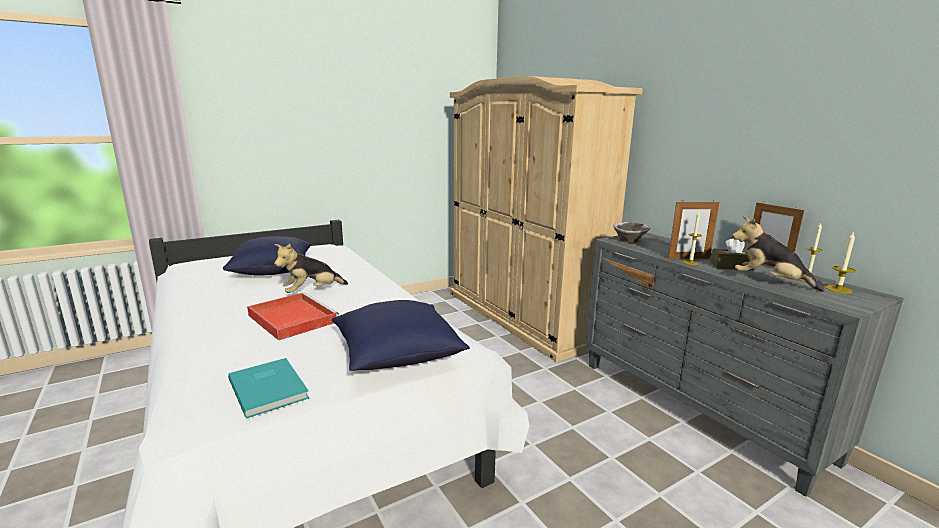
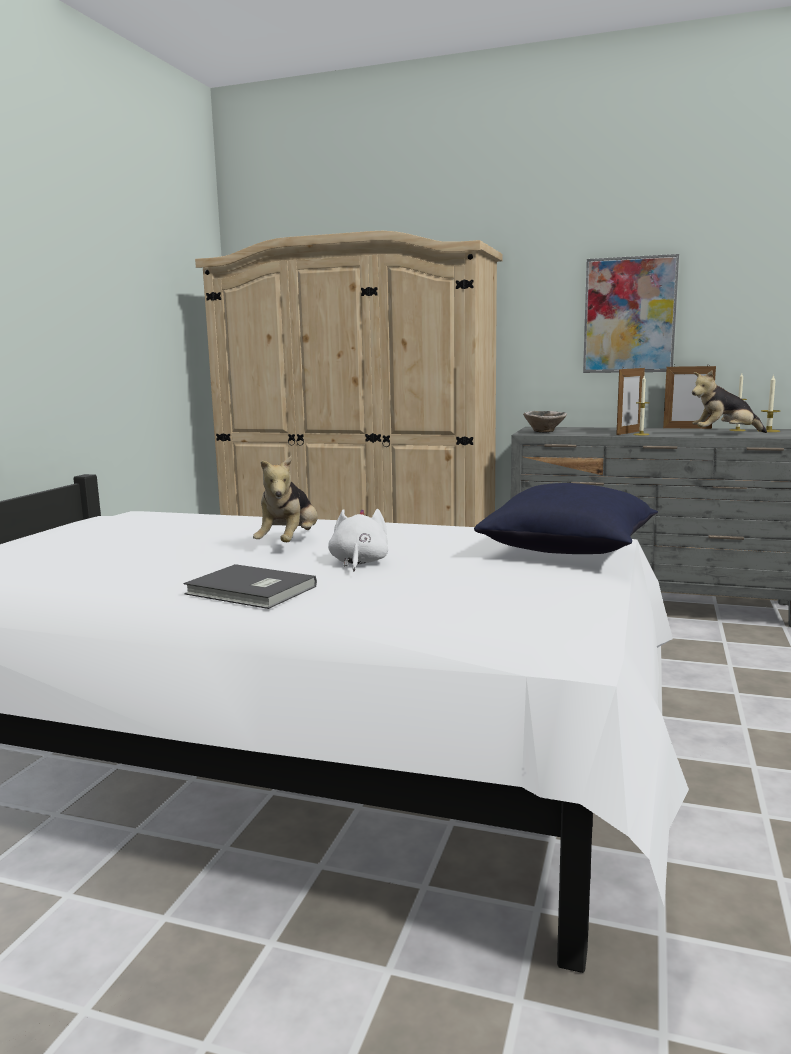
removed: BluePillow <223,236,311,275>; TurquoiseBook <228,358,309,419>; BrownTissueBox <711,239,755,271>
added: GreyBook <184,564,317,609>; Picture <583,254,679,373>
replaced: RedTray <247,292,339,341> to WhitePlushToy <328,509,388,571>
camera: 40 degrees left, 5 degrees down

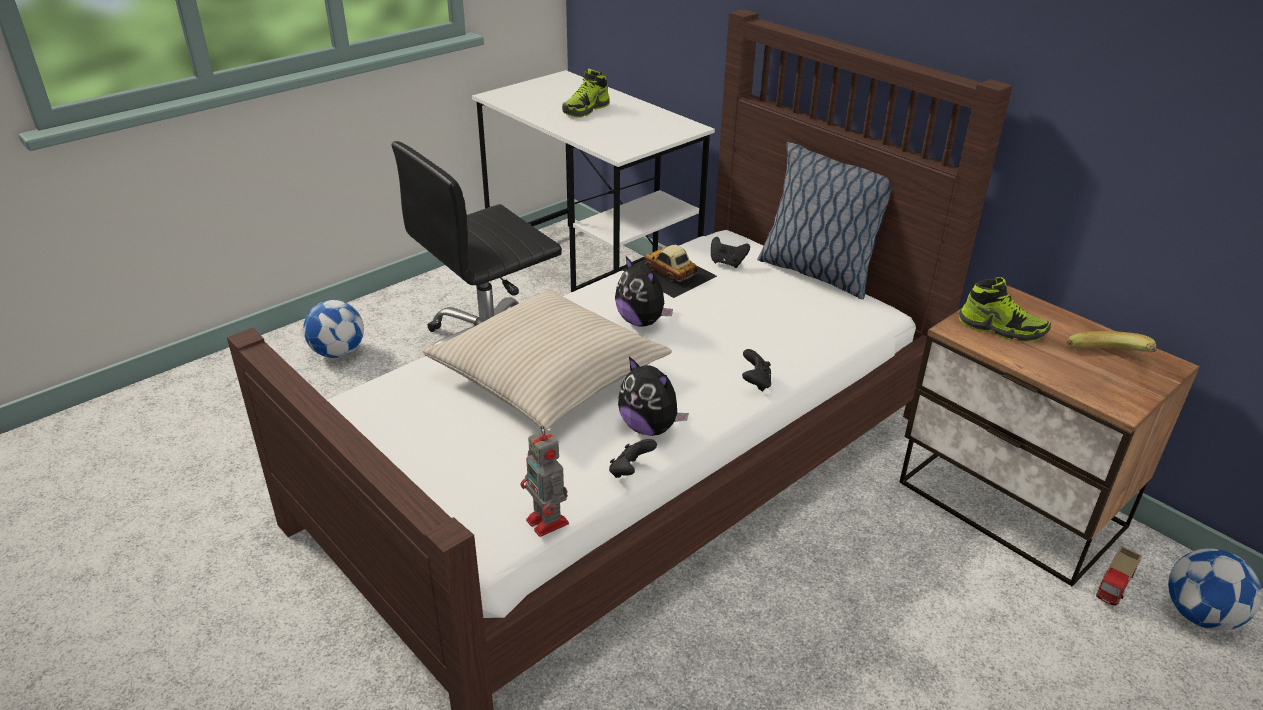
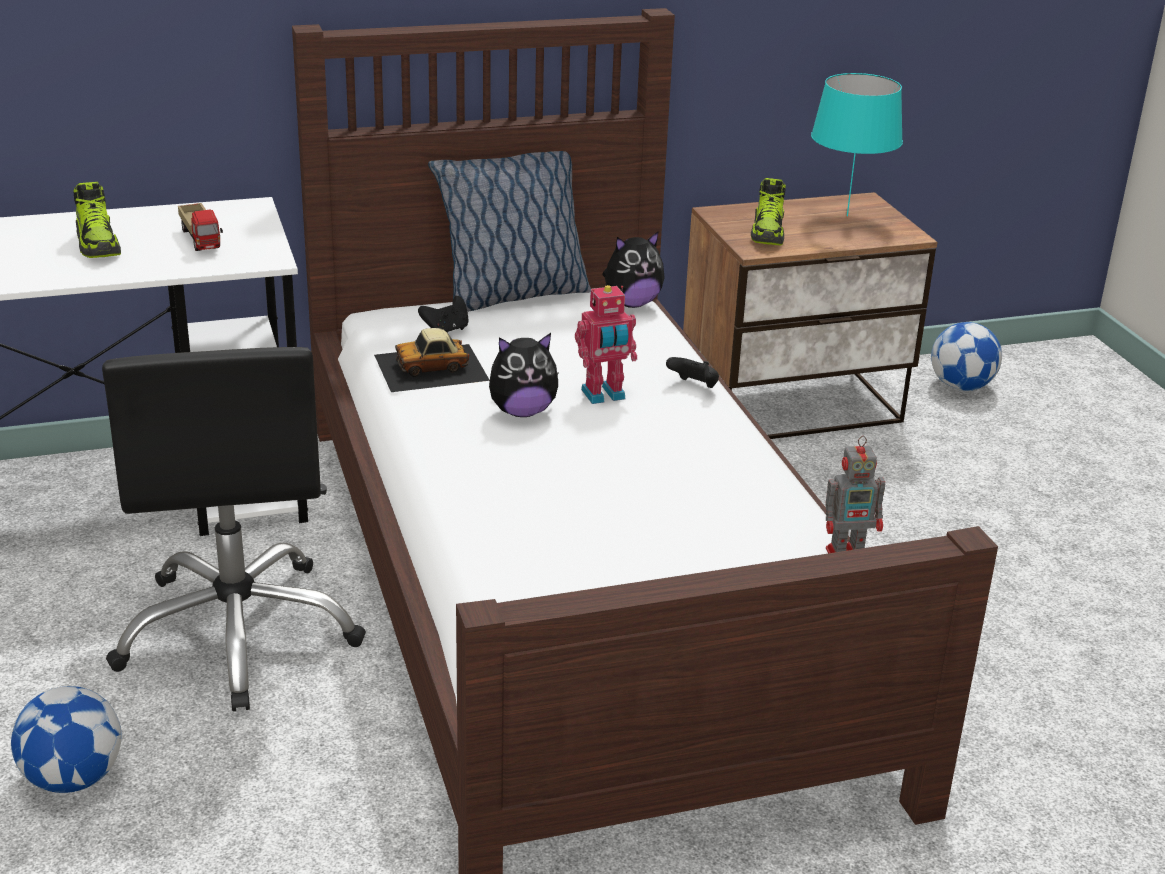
removed: BeigePillow <422,289,672,430>; BlackGameController <609,439,657,478>
added: ToyRobot <575,285,637,404>
moved: ToyTruck <1096,546,1142,606> to <178,203,223,251>; PlushToy <618,356,689,436> to <602,231,665,308>
replaced: Banana <1067,331,1157,352> to TurquoiseTableLamp <811,73,903,216>
turned: Shoe <959,277,1051,342> = <751,178,786,245> 135 degrees clockwise
camera: 65 degrees left, 5 degrees down

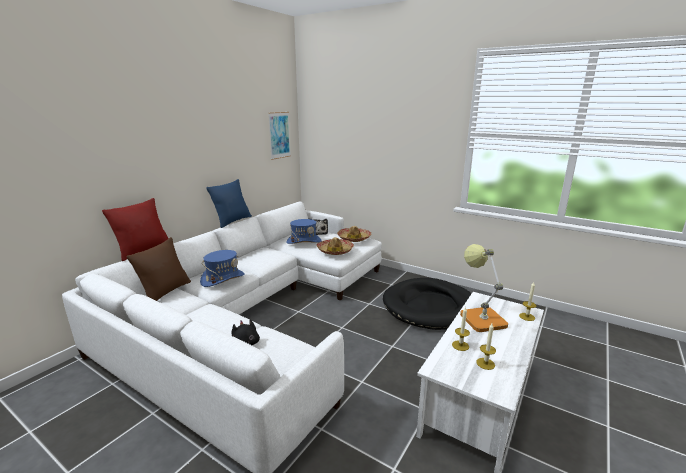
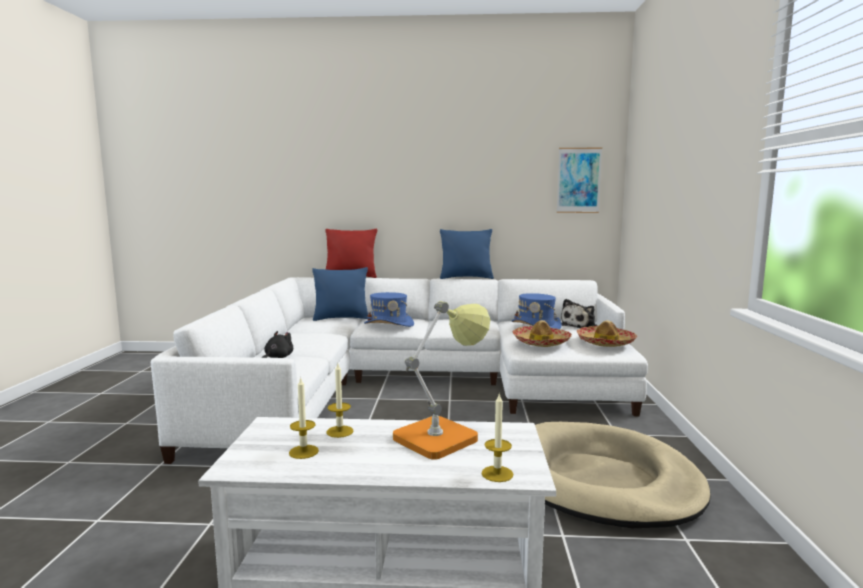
recoloured: BrownPillow <126,237,191,301> to BluePillow <312,267,368,321>; BlackDogBed <383,278,472,330> to BeigeDogBed <535,422,711,528>
camera: 60 degrees right, 10 degrees down

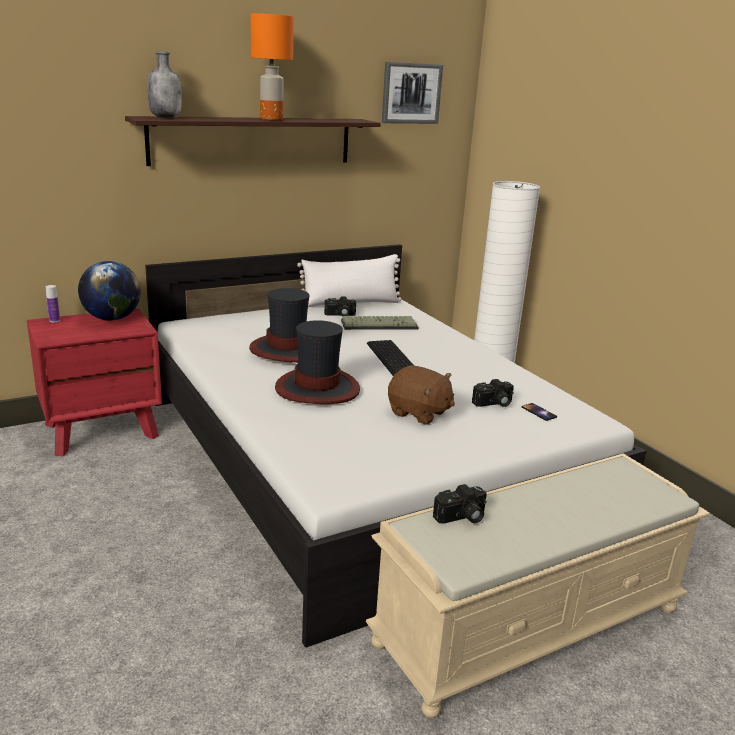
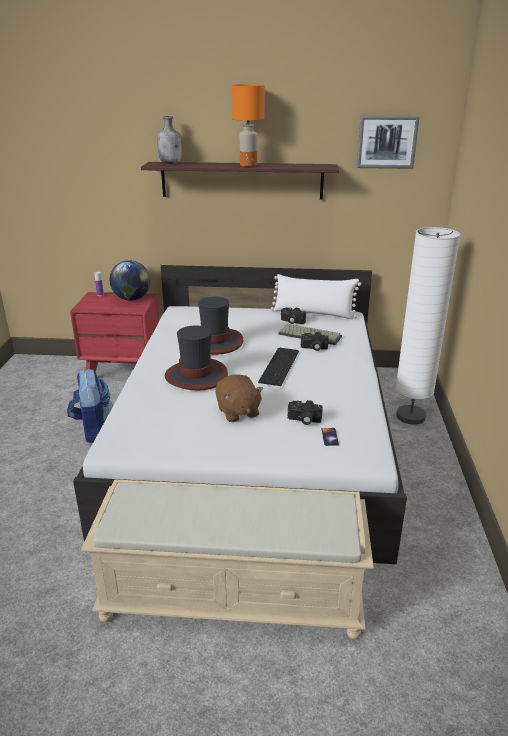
added: Backpack <67,369,114,443>
moved: PhotoCamera <433,484,487,524> to <301,332,329,351>
camera: 35 degrees right, 5 degrees up

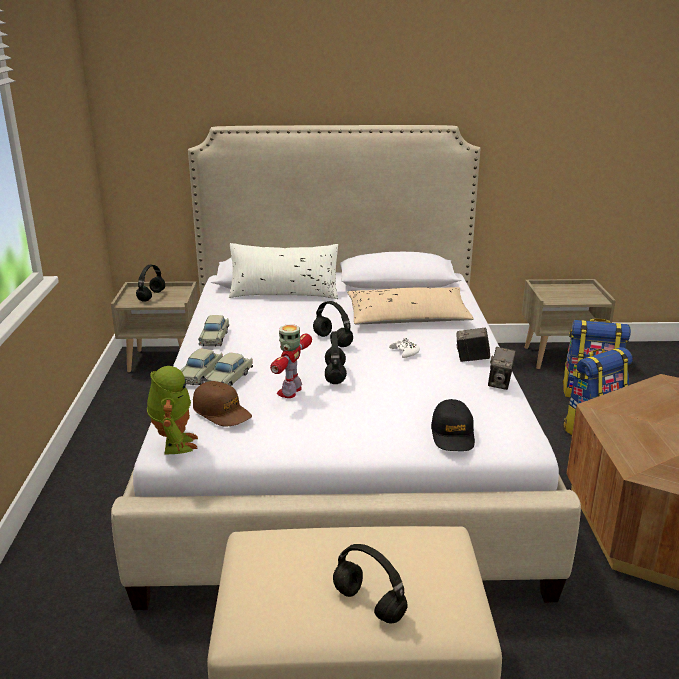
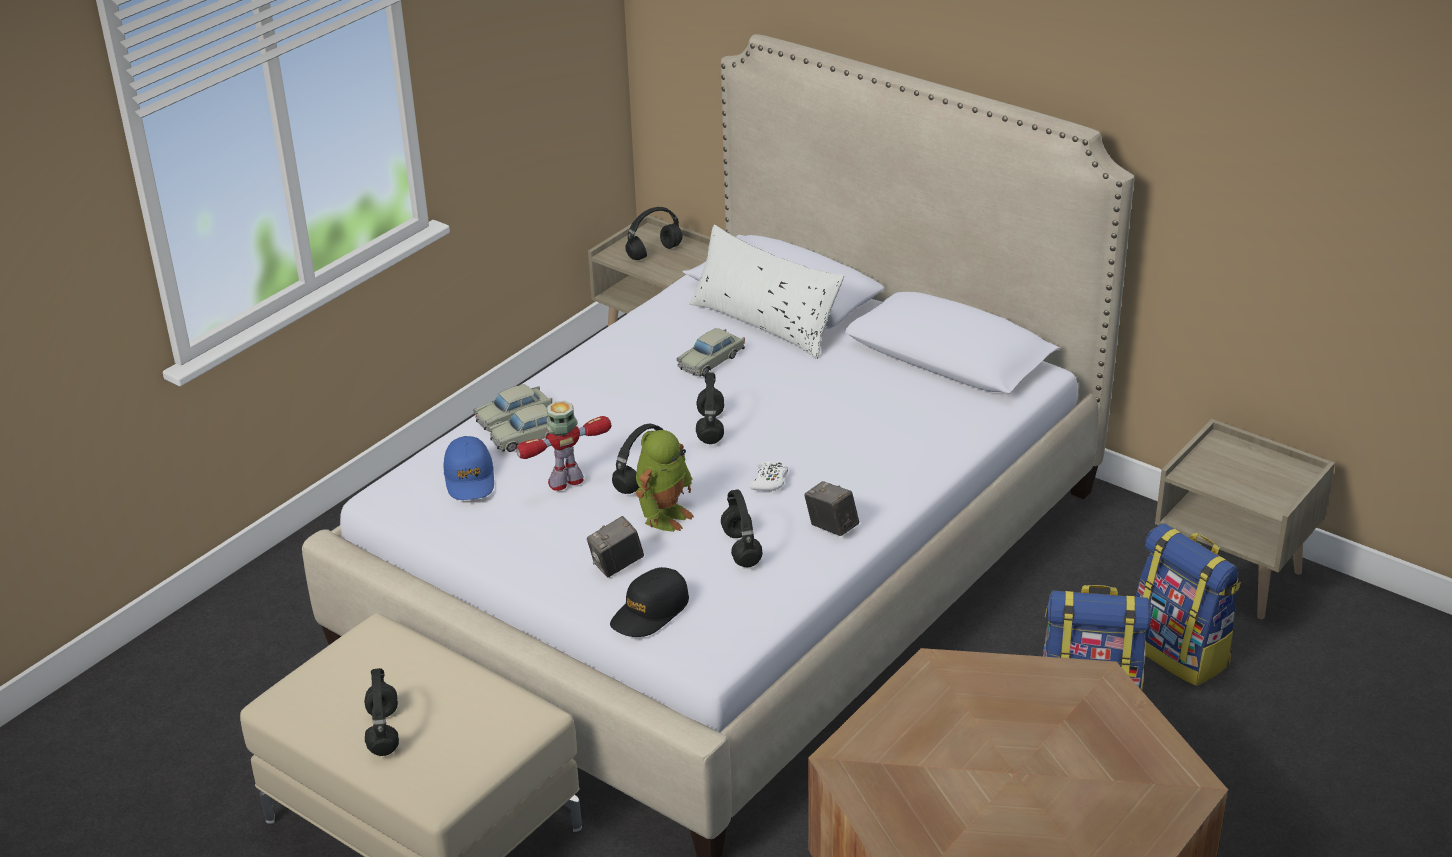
removed: BeigePillow <347,287,474,324>
added: BlackHeadphones <721,489,763,567>
moved: PhotoCamera <488,347,516,390> to <587,516,644,577>; ToyRobot <147,366,198,455> to <636,430,694,532>; BeigeToyCar <198,315,229,347> to <677,328,745,377>
recoloured: BrownCap <193,381,252,427> to BlueCap <443,436,494,500>
camera: 40 degrees right, 10 degrees up

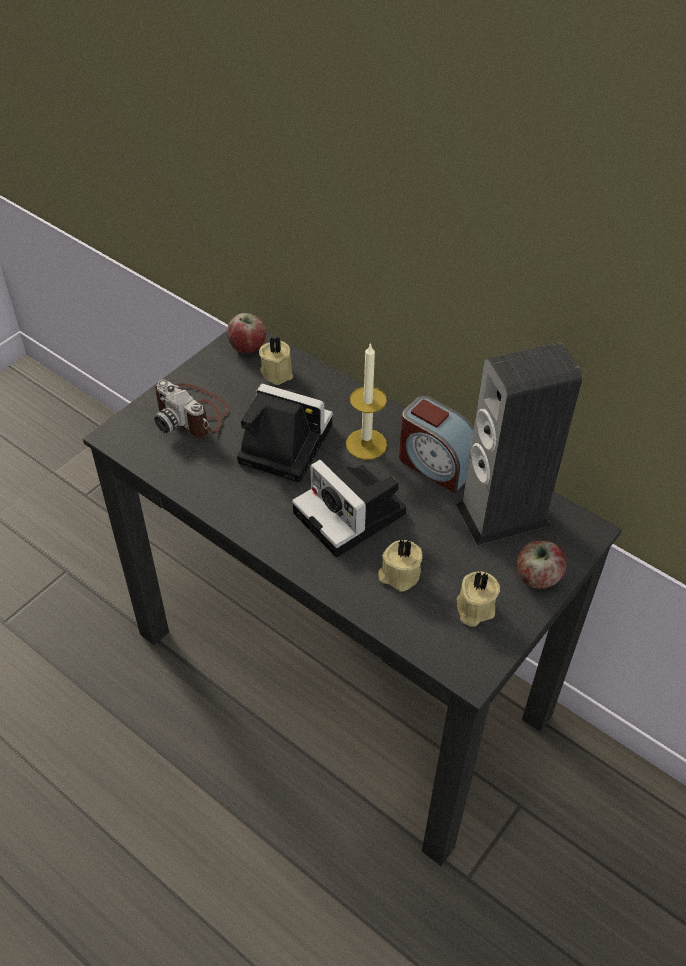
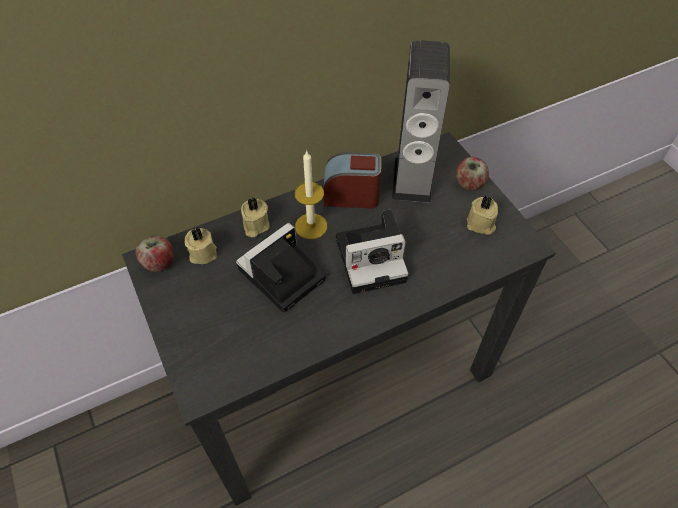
removed: PhotoCamera <154,380,230,438>
moved: BeigeCandle <378,540,423,592> to <241,198,270,237>
turned: AlarmClock <399,396,474,493> = <323,152,382,208> 150 degrees counterclockwise
camera: 65 degrees left, 5 degrees up

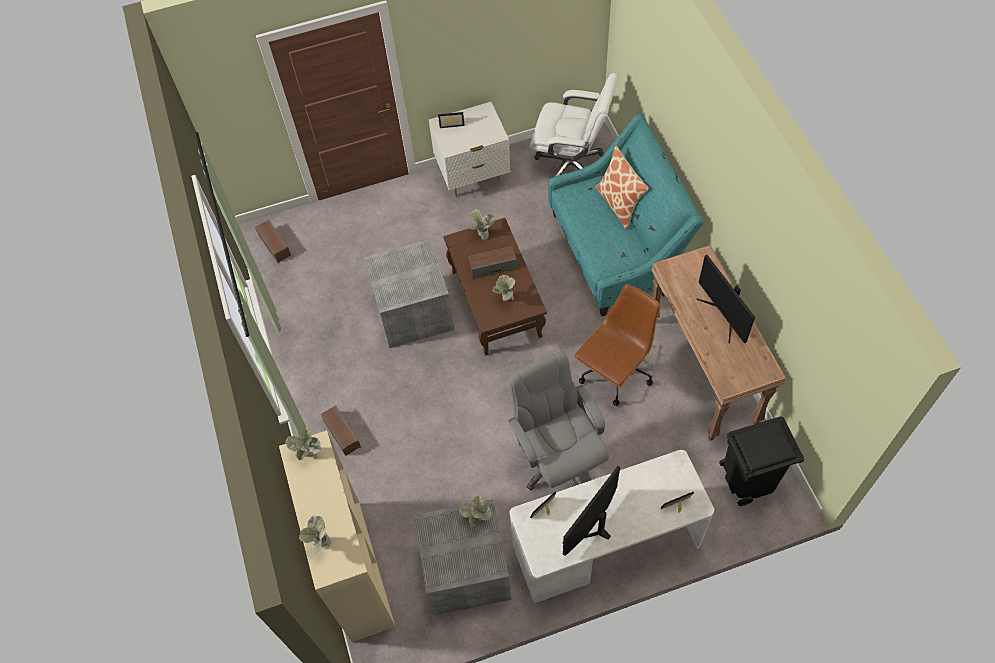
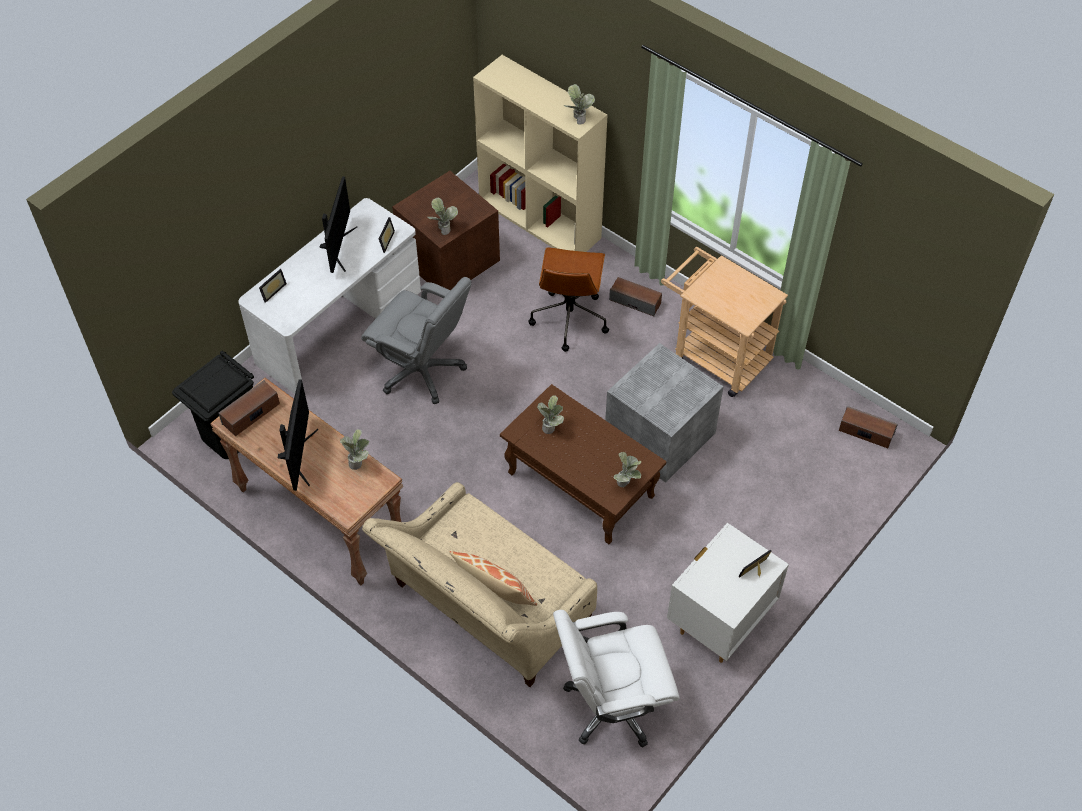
added: BeigeCart <661,247,788,397>
moved: Speaker <468,246,518,279> to <218,380,280,436>; PottedPlant <299,516,331,554> to <340,429,369,470>; BrownOfficeChair <574,284,660,406> to <528,247,609,352>
recoloured: TurquoiseSofa <548,113,704,316> to BeigeSofa <362,482,597,687>; GreyStorageBox <414,499,511,615> to BrownStorageBox <392,171,500,290>
turned: Monitor <696,255,755,343> = <278,380,318,491> 60 degrees clockwise
camera: 145 degrees right, 5 degrees down

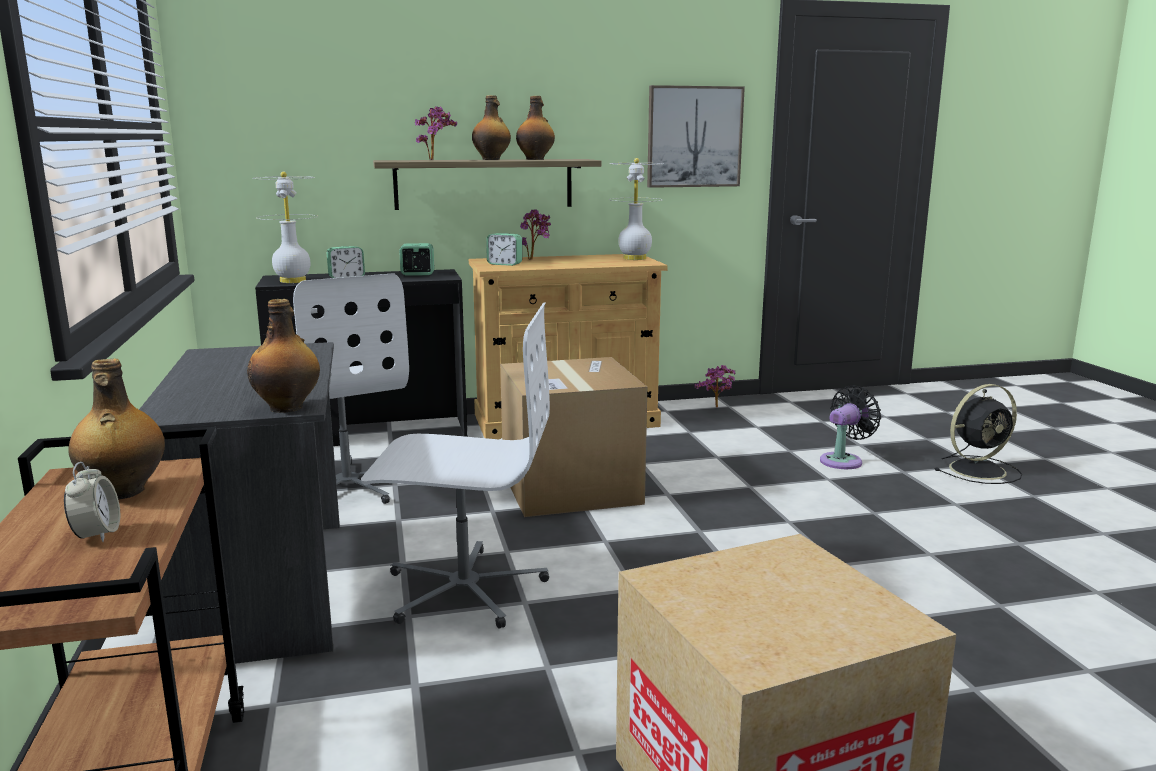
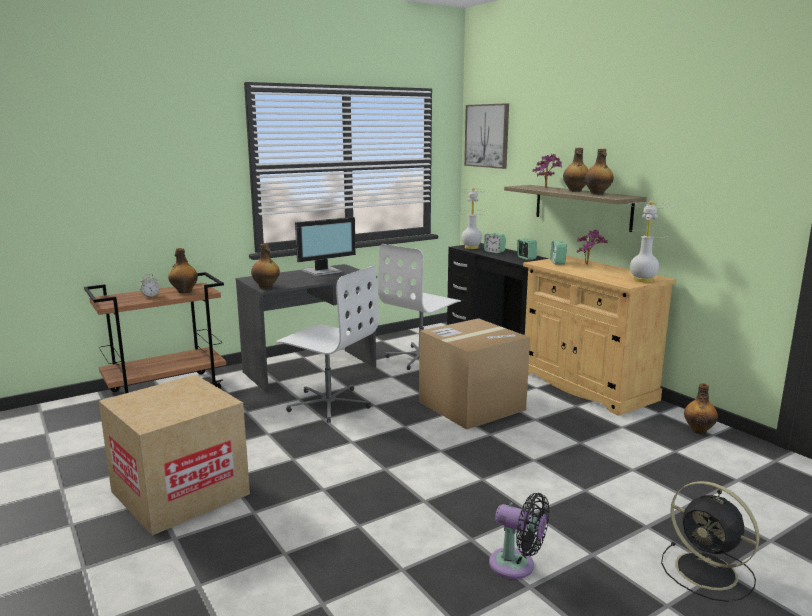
added: Monitor <295,217,356,276>
moved: Picture <647,85,745,188> to <464,103,509,169>; BlackFan <820,385,881,469> to <489,493,550,579>
replaced: PottedPlant <695,365,735,408> to Bottle <684,383,718,434>
turned: WhiteOfficeChair <361,302,550,629> = <276,266,379,423> 45 degrees counterclockwise
camera: 70 degrees right, 0 degrees up

